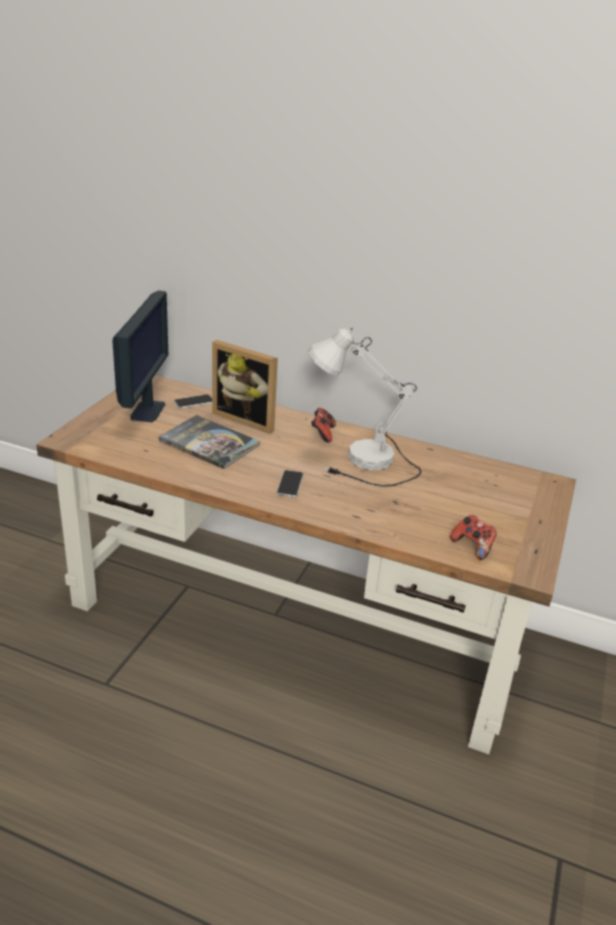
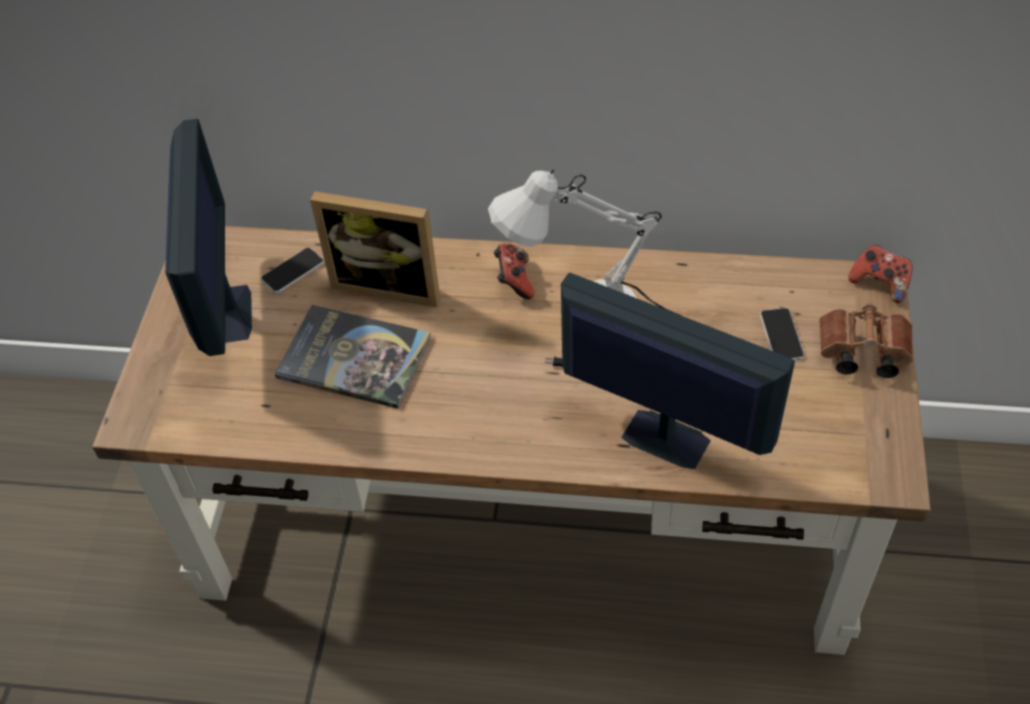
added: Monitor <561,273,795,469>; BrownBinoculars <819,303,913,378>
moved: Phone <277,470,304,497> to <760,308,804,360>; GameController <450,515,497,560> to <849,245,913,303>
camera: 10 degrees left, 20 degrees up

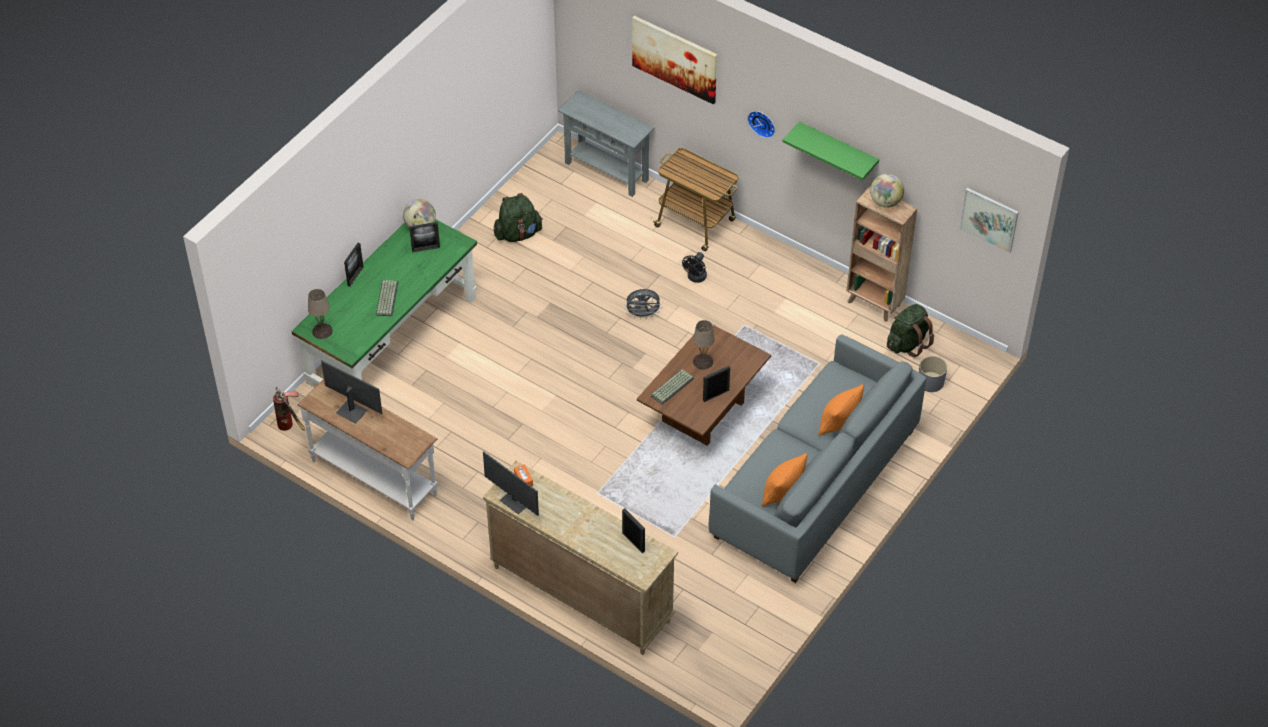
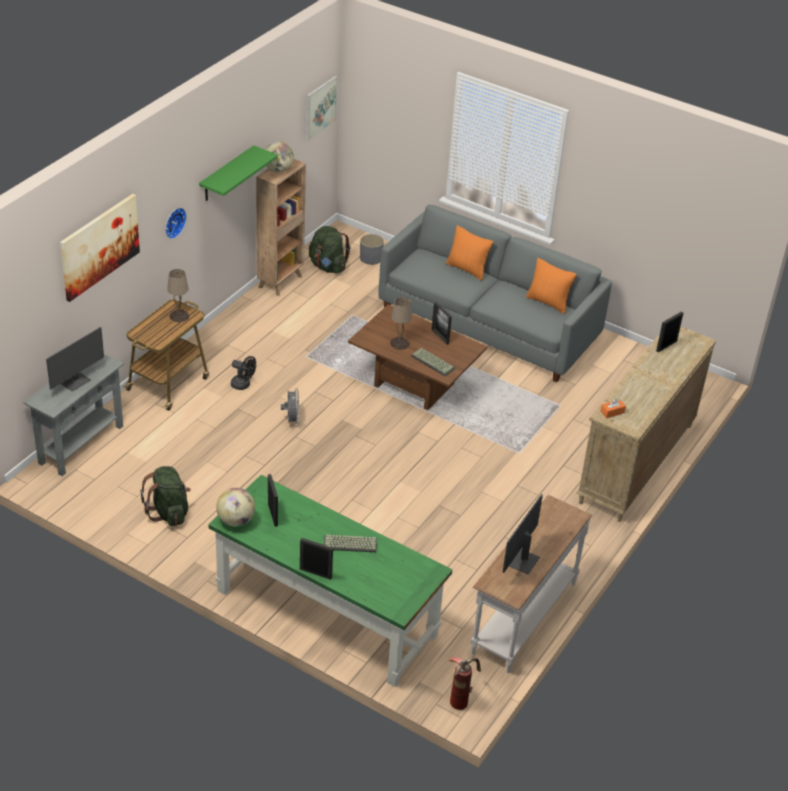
moved: Monitor <483,452,539,516> to <46,327,104,392>; BeigeTableLamp <308,289,333,339> to <167,269,189,322>
camera: 95 degrees left, 10 degrees down

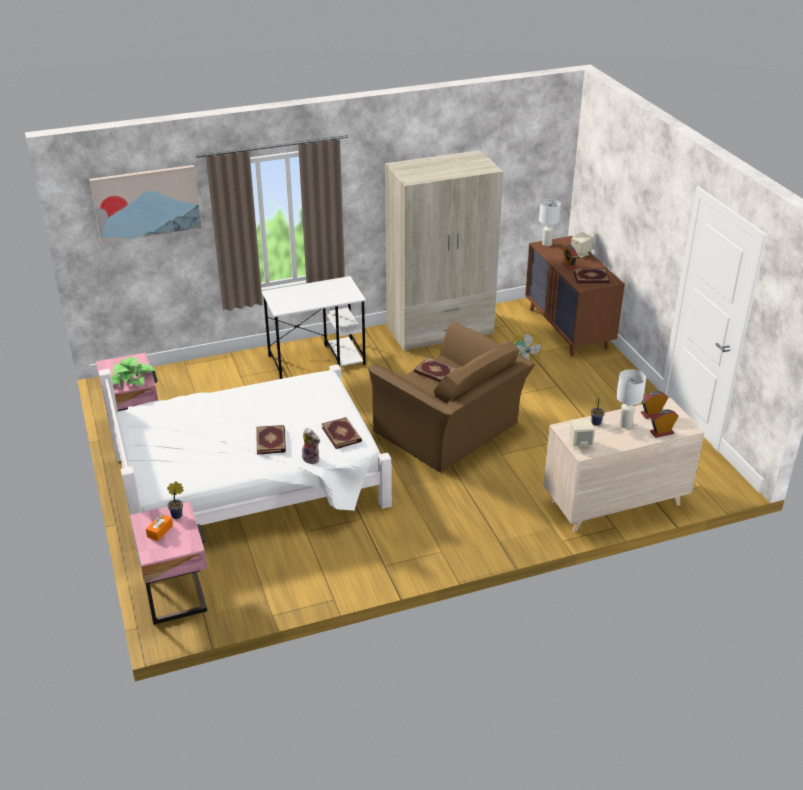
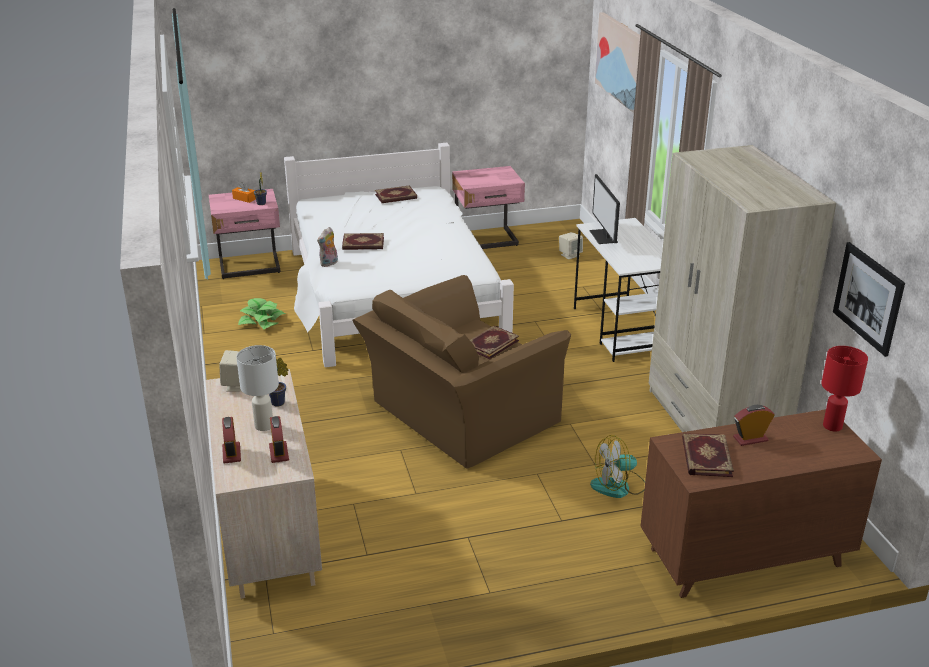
added: Monitor <589,174,620,244>; Picture <833,242,905,357>
moved: PottedPlant <111,358,155,387> to <238,298,285,329>; Book <322,417,362,449> to <375,185,417,203>; BeigeSpeaker <571,232,593,258> to <559,232,583,259>
recoloured: WhiteTableLamp <539,199,561,246> to RedTableLamp <821,346,868,432>
camera: 95 degrees right, 5 degrees down

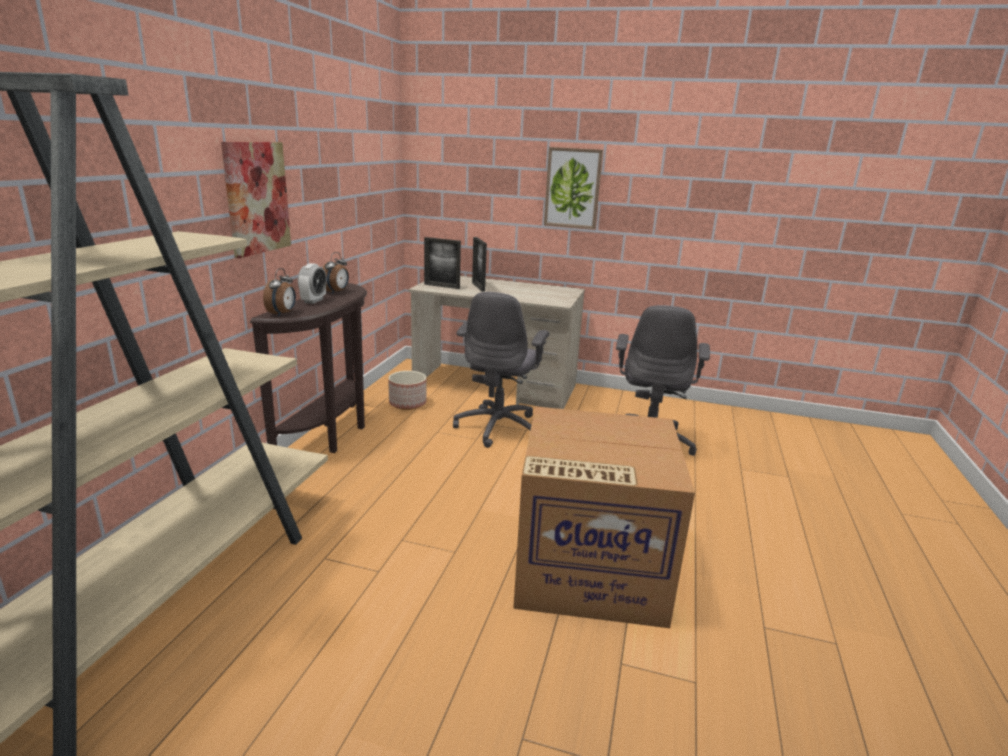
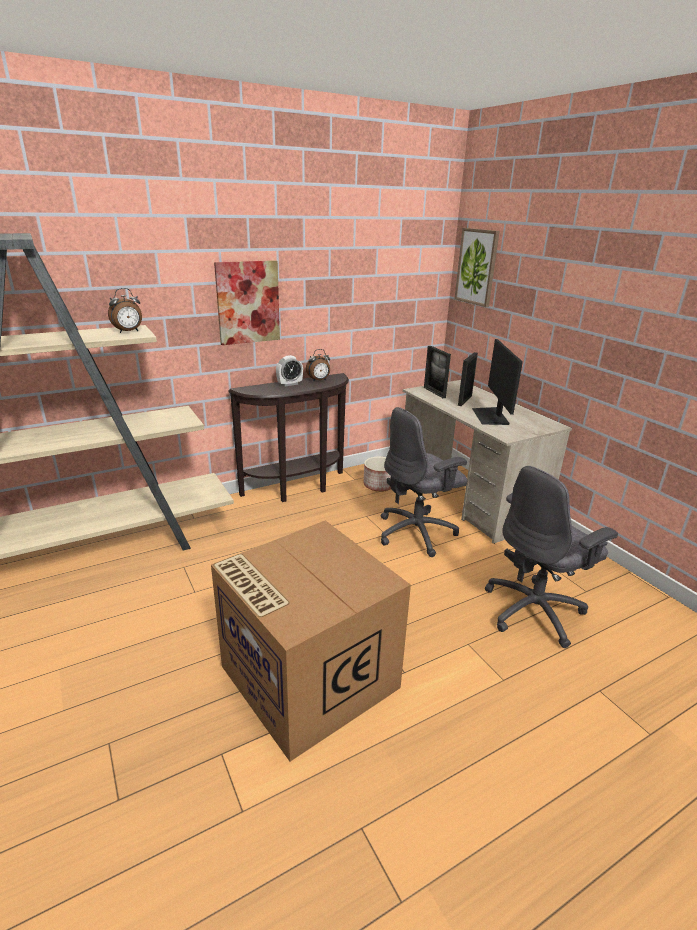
added: Monitor <472,339,523,425>
moved: AlarmClock <263,268,296,316> to <108,288,142,333>; Picture <544,147,603,229> to <455,228,500,307>
camera: 45 degrees right, 5 degrees up

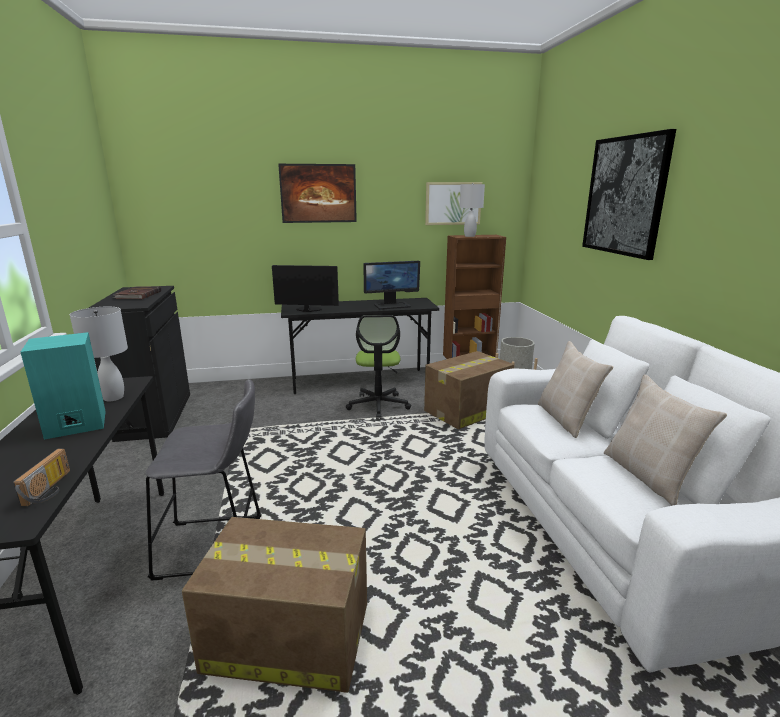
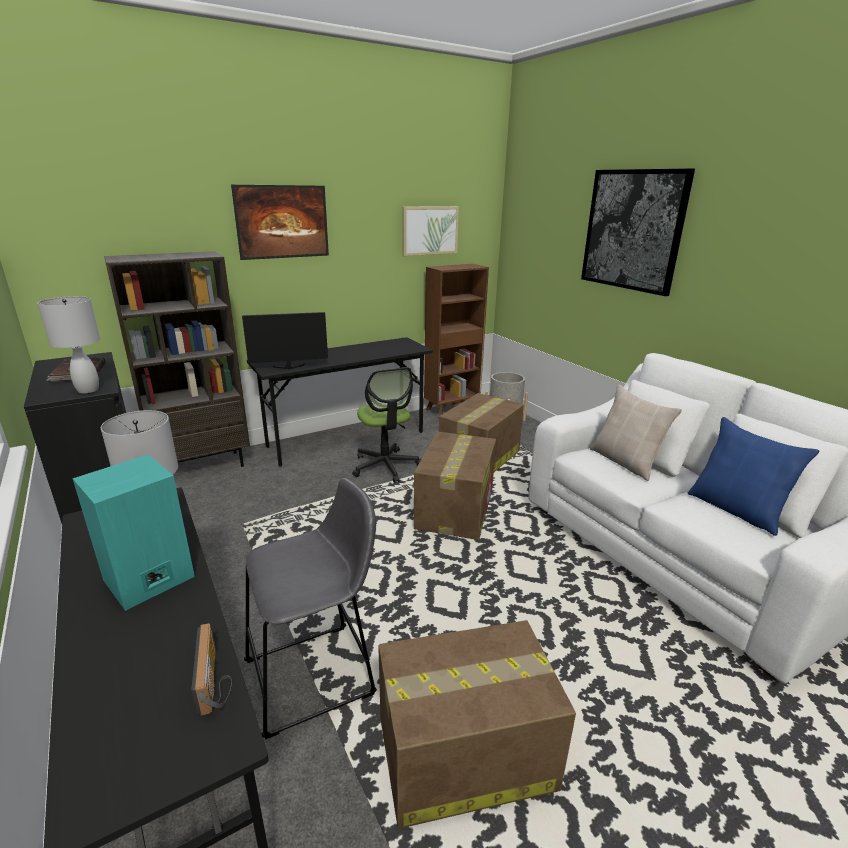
removed: Monitor <363,261,420,310>
added: BrownBookcase <104,251,250,467>; CardboardBox <414,432,496,540>
moved: WhiteTableLamp <460,183,485,237> to <37,296,100,393>
recoloured: BeigePillow <604,374,727,506> to BluePillow <688,417,819,536>
camera: 20 degrees left, 5 degrees up

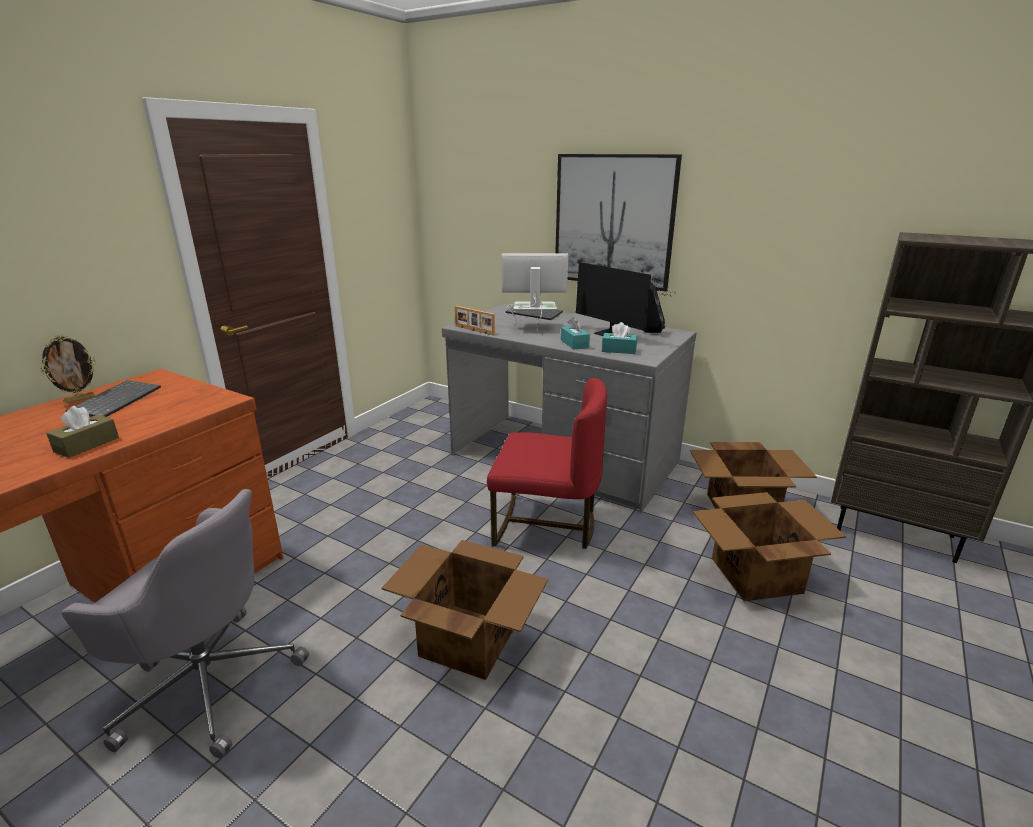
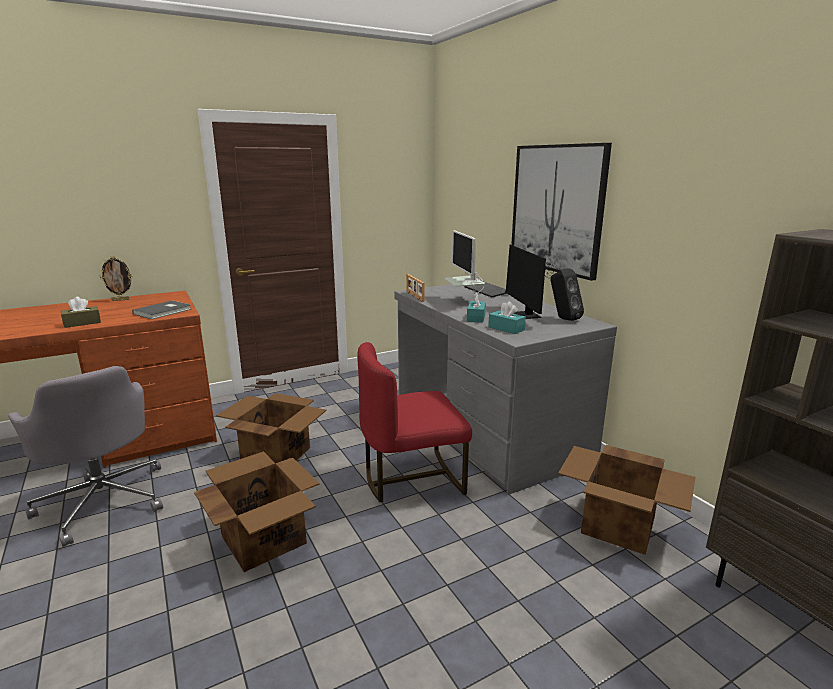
removed: Keyboard <65,380,161,417>
added: GreyBook <132,300,191,319>
moved: CardboardBox <692,492,846,601> to <216,393,326,463>
turned: RedChair <487,378,607,549> = <357,342,472,502> 120 degrees clockwise; Monitor <501,253,568,330> = <444,230,485,301> 135 degrees counterclockwise
camera: 30 degrees right, 5 degrees down

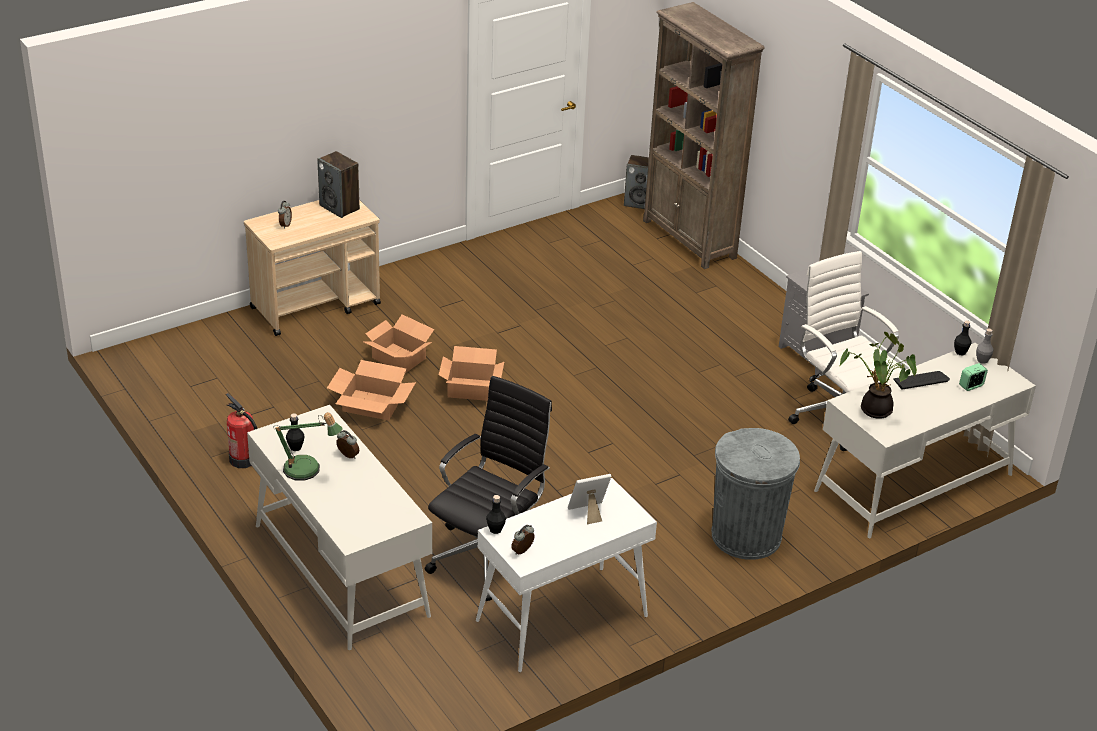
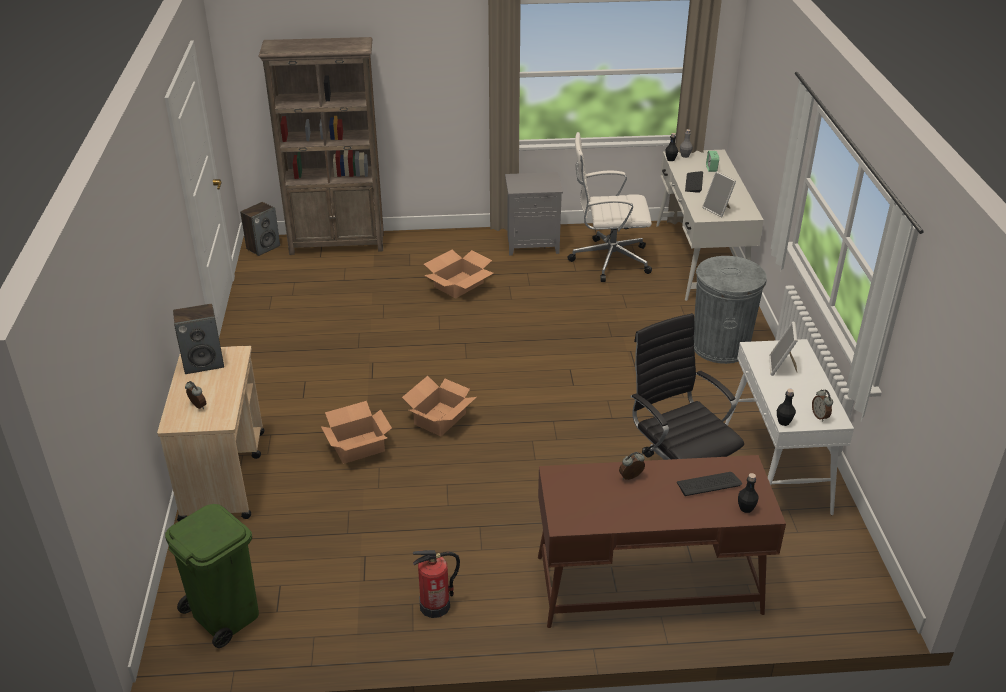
removed: TableLamp <275,412,343,481>
added: GreenTrashCan <165,504,259,648>; Keyboard <677,472,742,496>
moved: CardboardBox <327,360,416,421> to <424,250,494,299>; BlackBottle <286,413,305,451> to <738,473,759,513>
replaced: PottedPlant <840,332,917,419> to PictureFrame <702,172,736,217>
recoloured: WhiteDesk <247,405,432,650> to BrownDesk <538,455,786,628>
camera: 60 degrees left, 0 degrees up

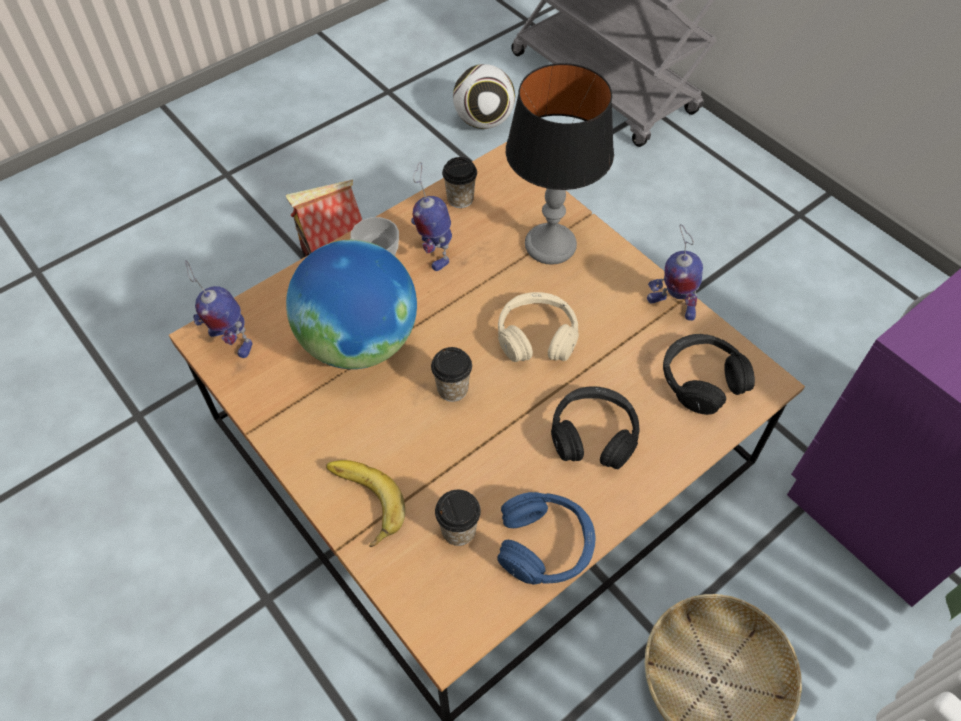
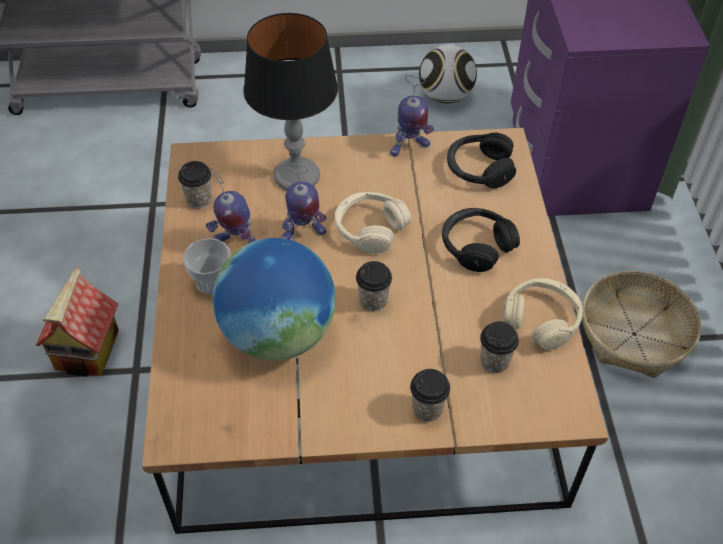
moved: ToyRobot <185,260,253,358> to <281,163,326,240>; Football <453,64,515,129> to <419,45,477,103>
replaced: Banana <326,460,405,547> to Cup <410,369,450,422>
recoloured: BlueHeadphones <498,492,596,585> to BeigeHeadphones <503,278,583,350>
camera: 55 degrees left, 5 degrees down

